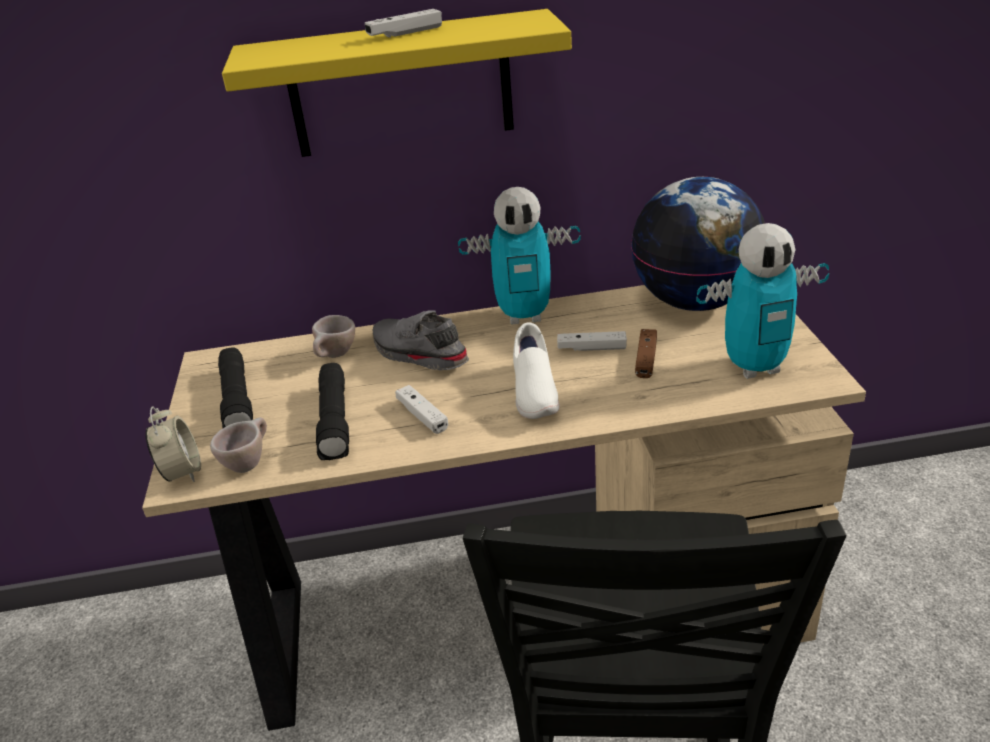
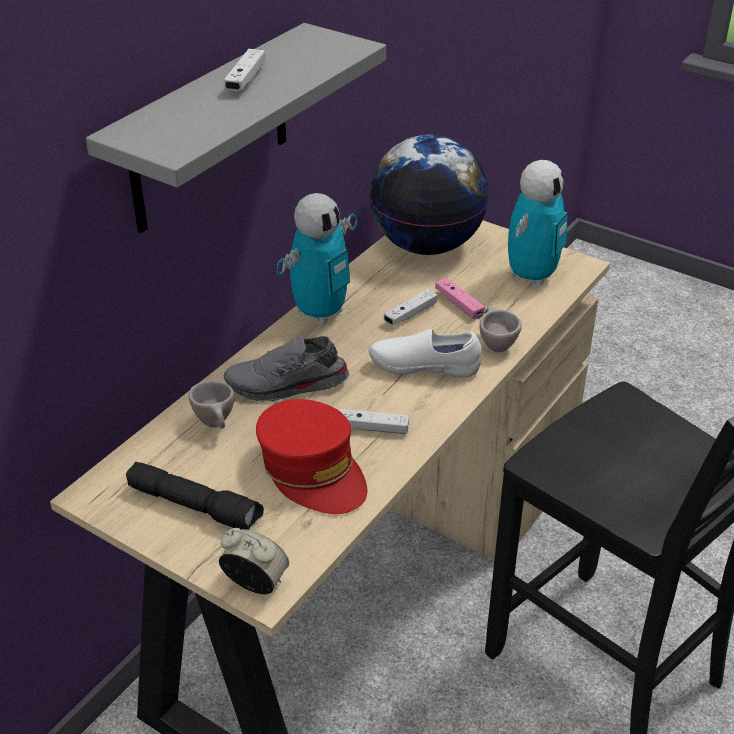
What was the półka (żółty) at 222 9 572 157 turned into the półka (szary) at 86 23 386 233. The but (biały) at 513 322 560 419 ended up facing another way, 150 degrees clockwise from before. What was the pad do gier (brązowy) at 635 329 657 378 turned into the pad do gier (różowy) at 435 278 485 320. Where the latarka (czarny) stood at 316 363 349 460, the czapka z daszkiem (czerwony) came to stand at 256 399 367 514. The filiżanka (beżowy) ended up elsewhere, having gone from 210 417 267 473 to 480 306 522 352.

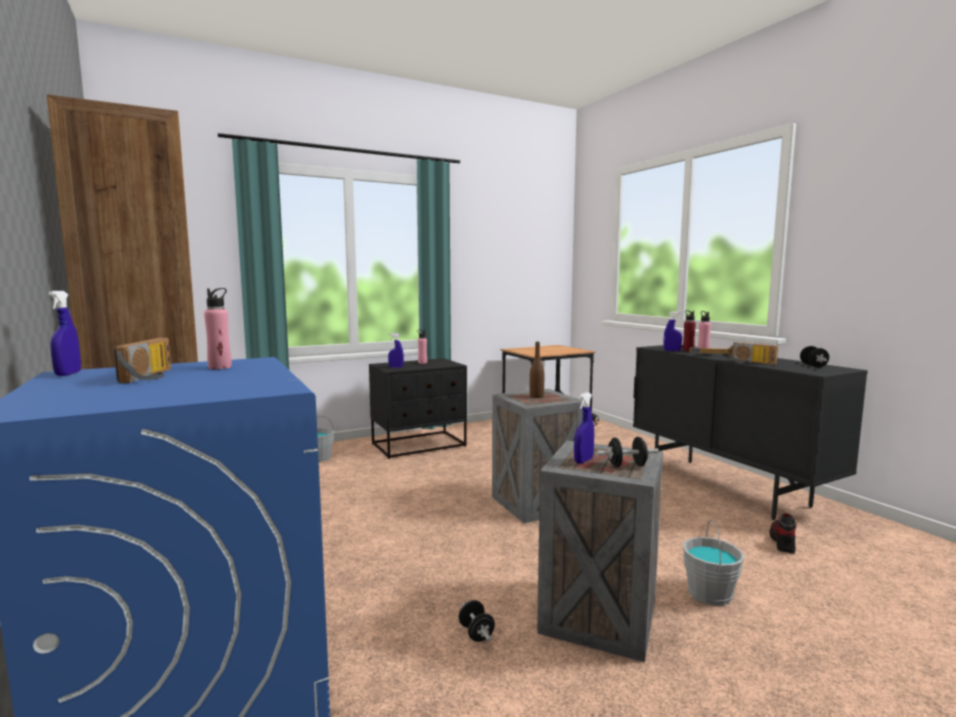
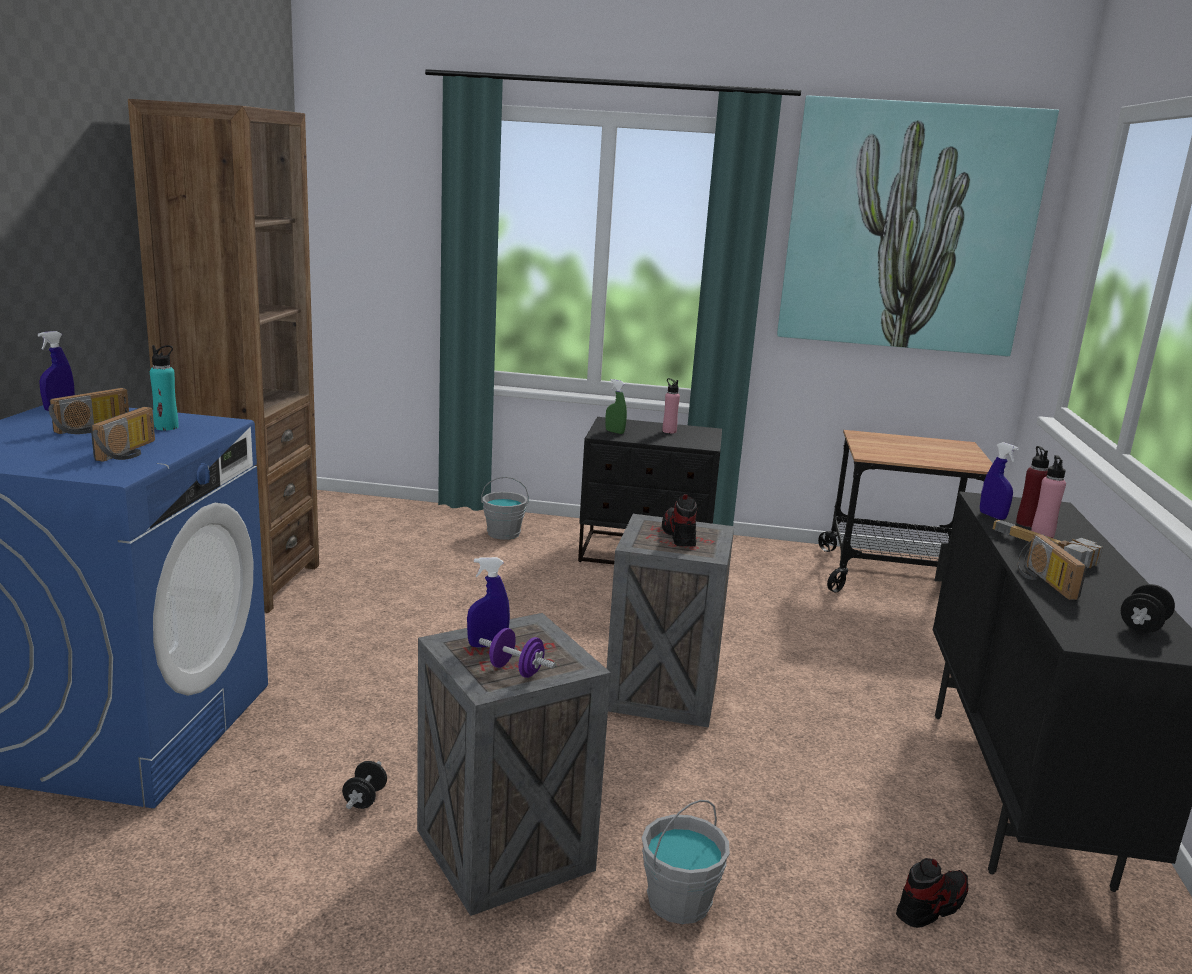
What was the butelka (różowy) at 204 288 232 369 turned into the butelka (turkusowy) at 150 345 178 430. What was the spryskiwacz (niebieski) at 388 333 404 368 turned into the spryskiwacz (zielony) at 606 379 627 434. Where the butelka (brązowy) stood at 530 342 544 398, the but came to stand at 662 494 698 547. What was the hantel (czarny) at 597 437 659 467 turned into the hantel (fioletowy) at 479 628 556 678. The second view gained the obraz at 777 96 1059 356. The second view gained the radio at 91 407 155 462.

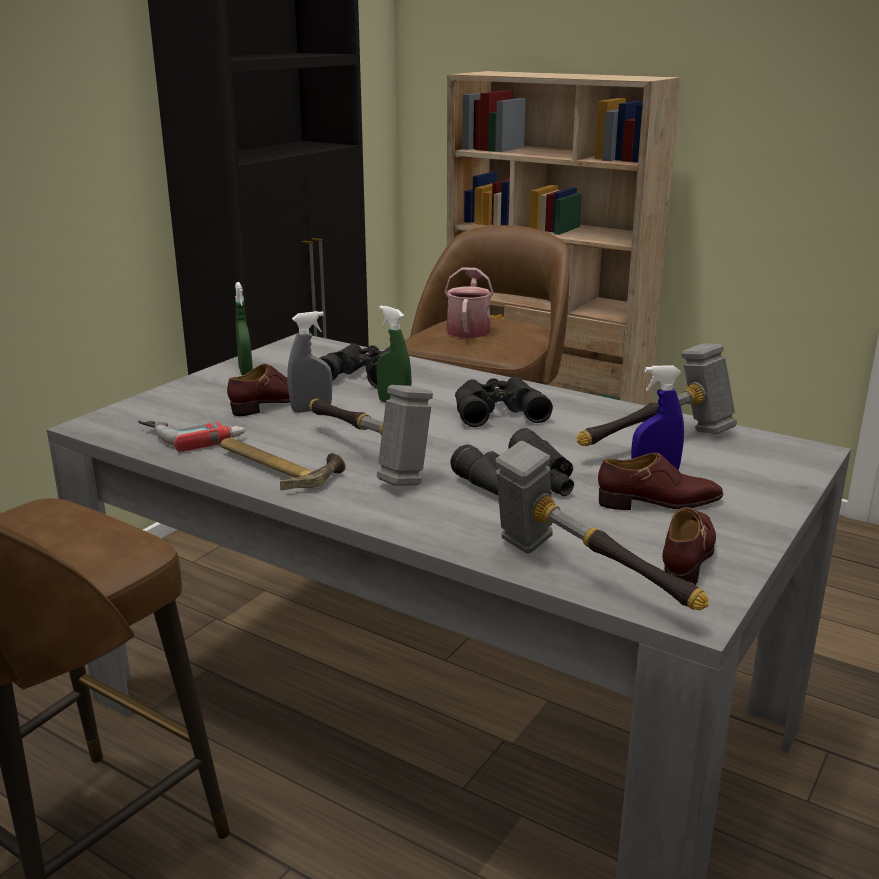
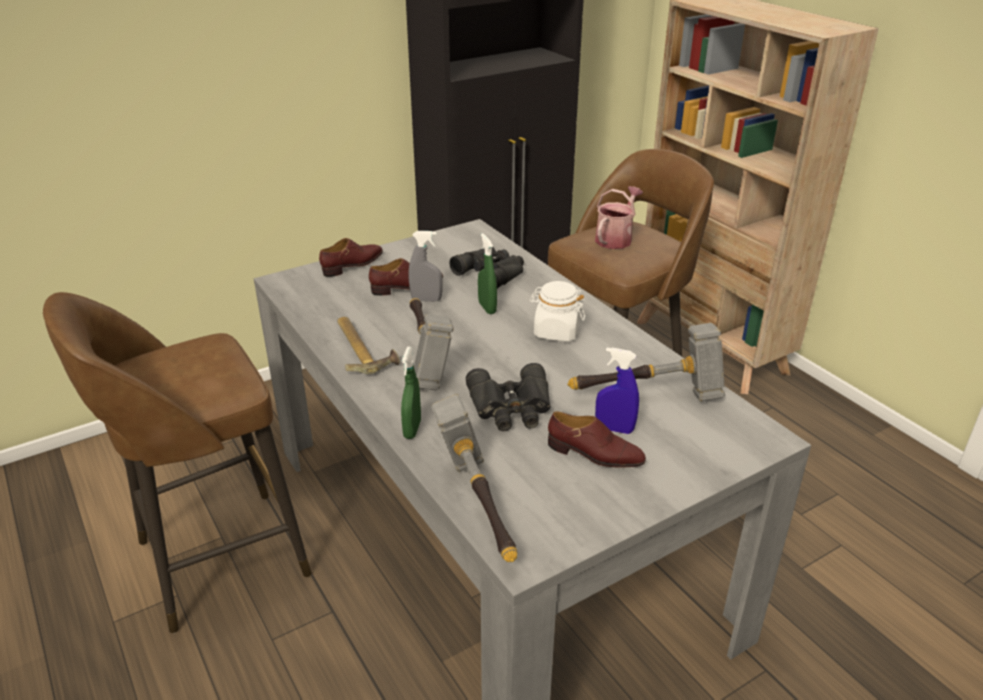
The spryskiwacz (zielony) ended up elsewhere, having gone from 235 282 253 375 to 401 347 421 439. Where the lornetka (czarny) stood at 455 377 553 427, the słoik (biały) came to stand at 530 281 585 342. The second view lost the wiertarka at 138 420 245 452. The but (brązowy) ended up elsewhere, having gone from 662 507 716 585 to 319 238 383 277.

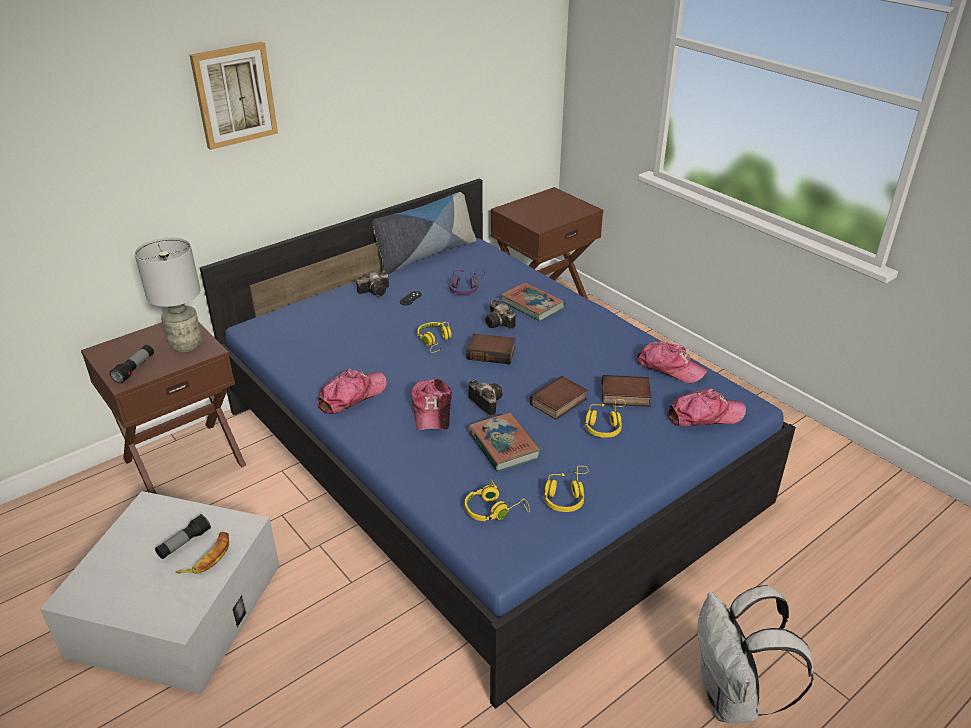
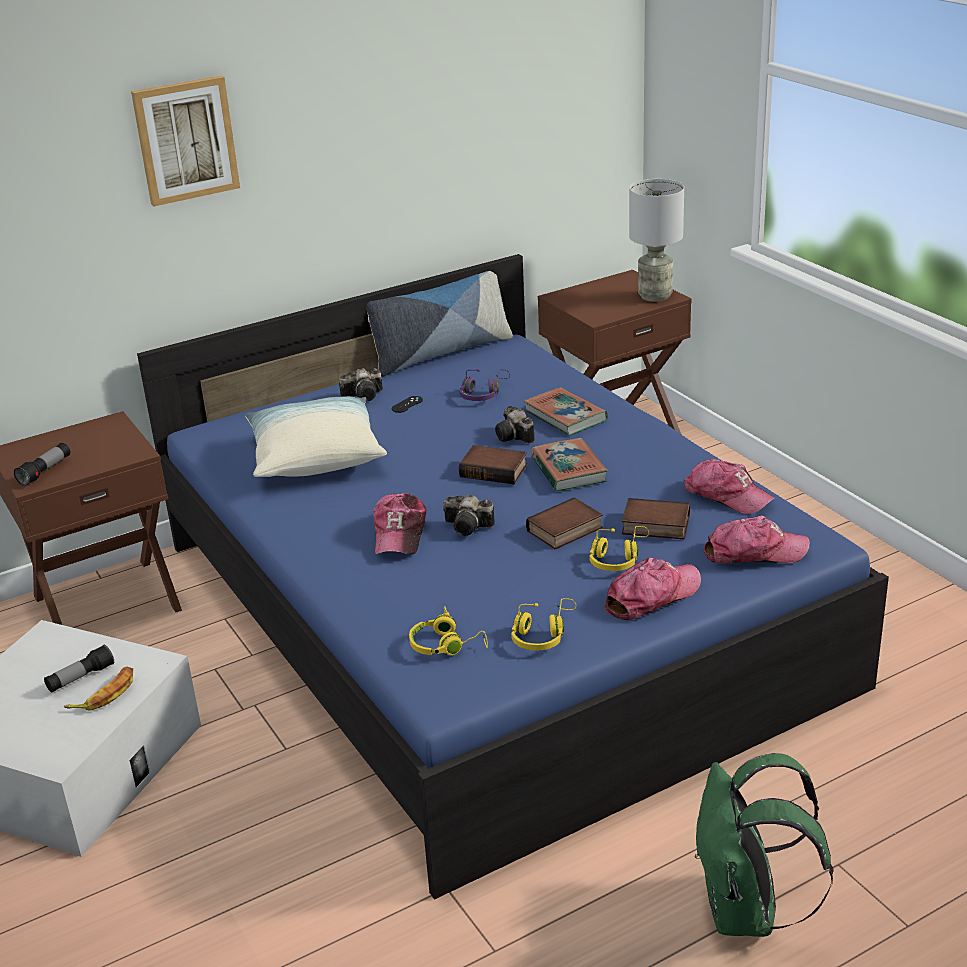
The lampa stołowa (szary) ended up elsewhere, having gone from 135 237 202 352 to 629 179 684 302. The second view lost the słuchawki (żółty) at 417 322 452 353. The czapka z daszkiem ended up elsewhere, having gone from 317 369 386 414 to 604 558 701 620. The aparat fotograficzny at 469 379 503 416 ended up facing another way, 135 degrees clockwise from before. The książka ended up elsewhere, having gone from 468 413 541 472 to 531 438 608 491. What was the plecak (biały) at 697 586 814 723 turned into the plecak (zielony) at 695 753 834 937. The second view gained the poduszka at 245 396 387 477.

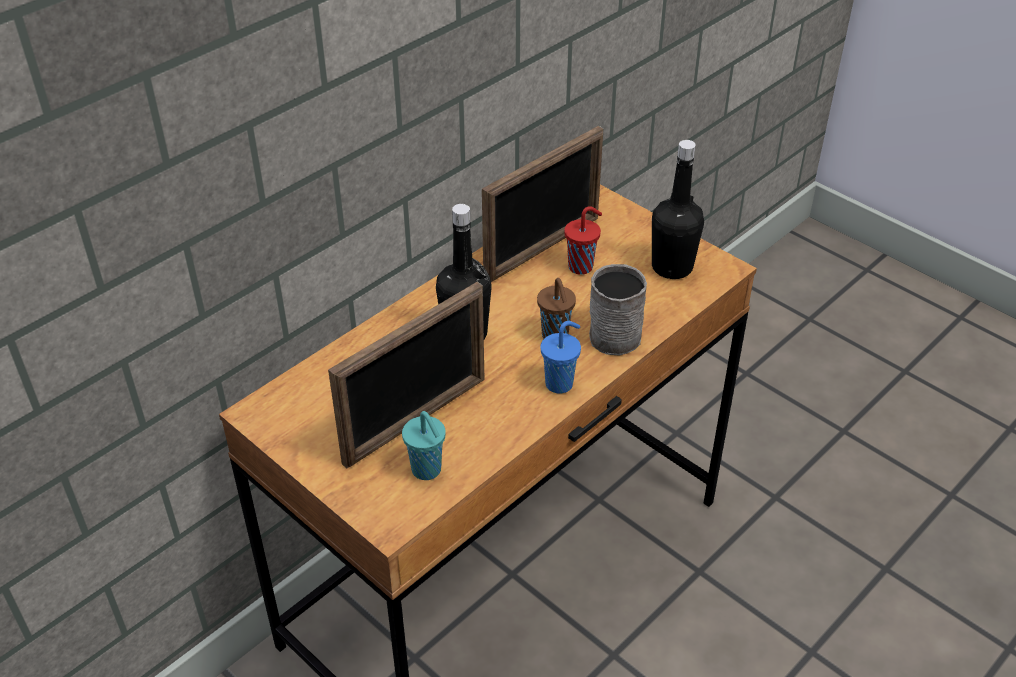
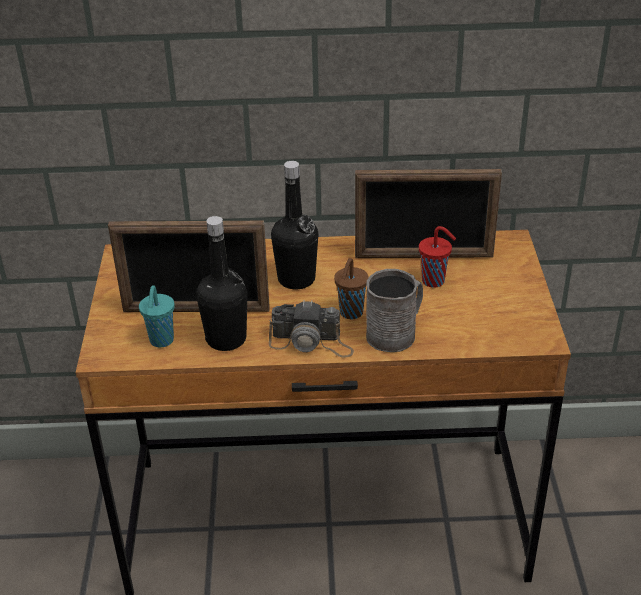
The butelka (czarny) ended up elsewhere, having gone from 652 140 704 279 to 196 216 247 351. Where the filiżanka (niebieski) stood at 541 321 581 394, the aparat fotograficzny came to stand at 269 300 354 358.

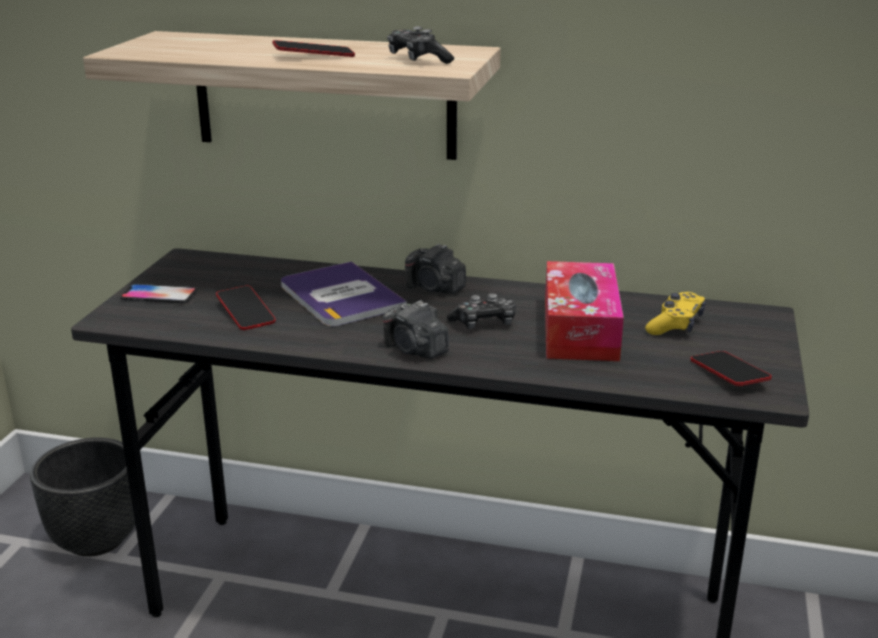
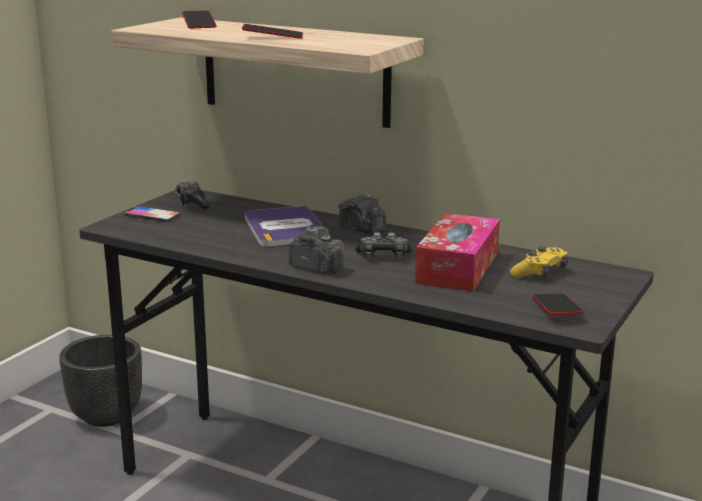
The pad do gier ended up elsewhere, having gone from 387 26 454 64 to 175 181 210 209. The telefon ended up elsewhere, having gone from 216 285 276 330 to 182 10 216 28. The aparat fotograficzny at 382 300 449 359 ended up facing another way, 150 degrees clockwise from before.

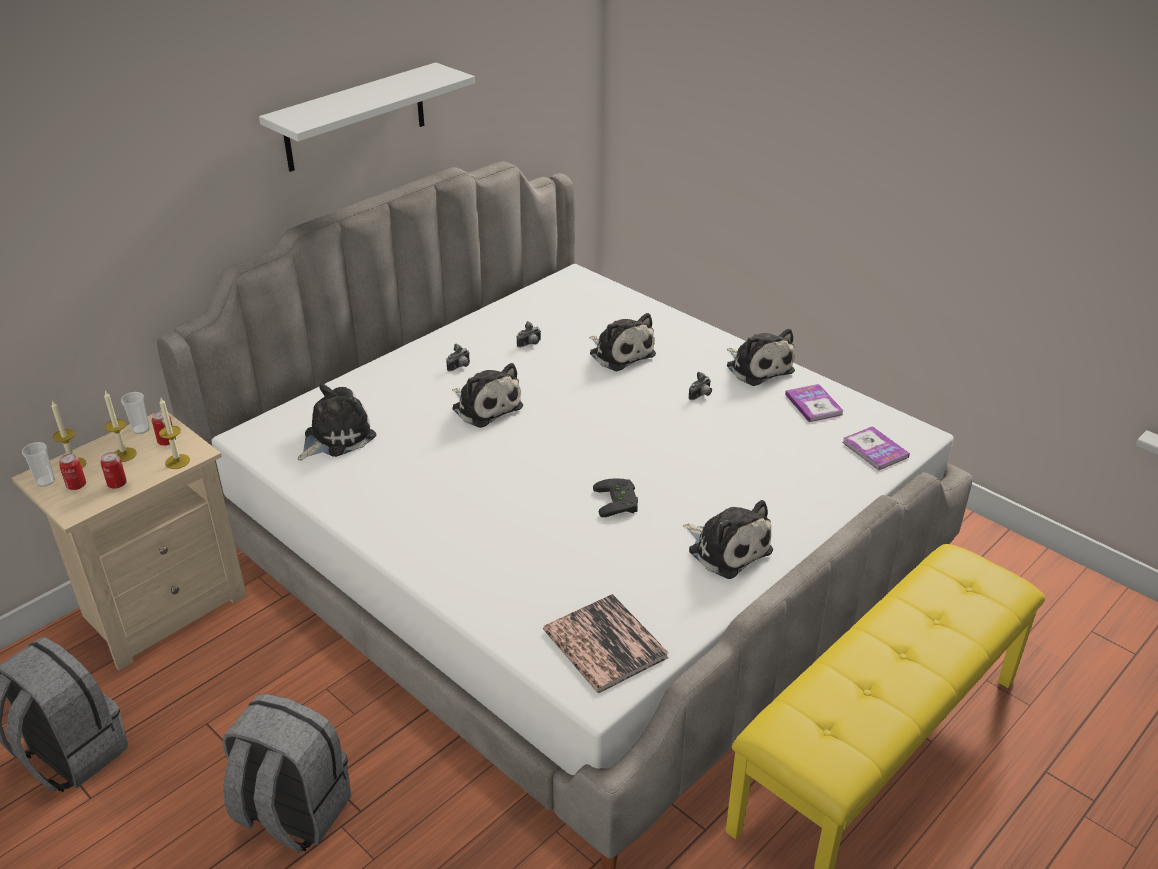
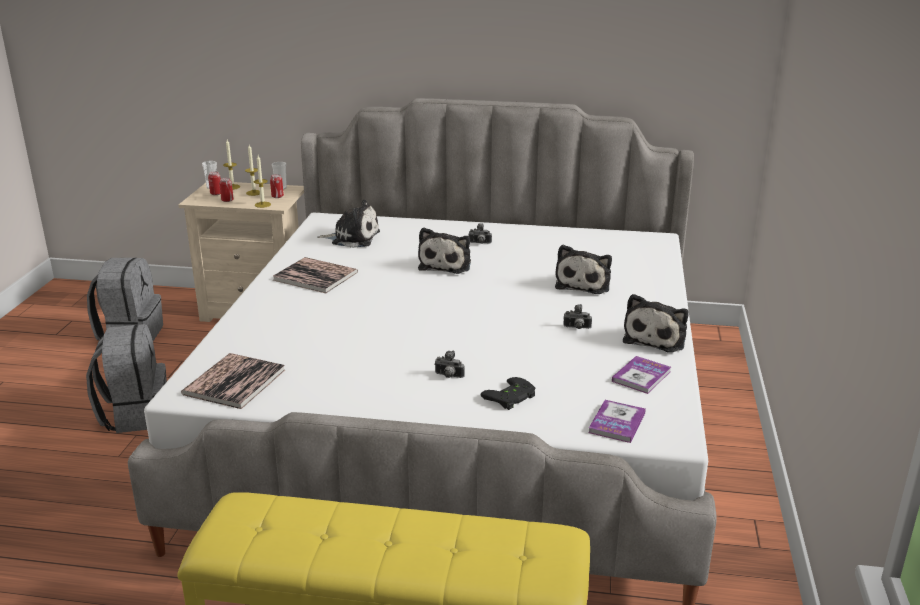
The second view lost the półka (biały) at 259 62 475 172. The aparat fotograficzny ended up elsewhere, having gone from 517 321 541 347 to 434 351 464 378. The pad do gier (czarny) ended up elsewhere, having gone from 593 478 638 517 to 481 377 535 410. The second view lost the pluszak at 683 500 773 579. The second view gained the książka at 273 257 358 293.

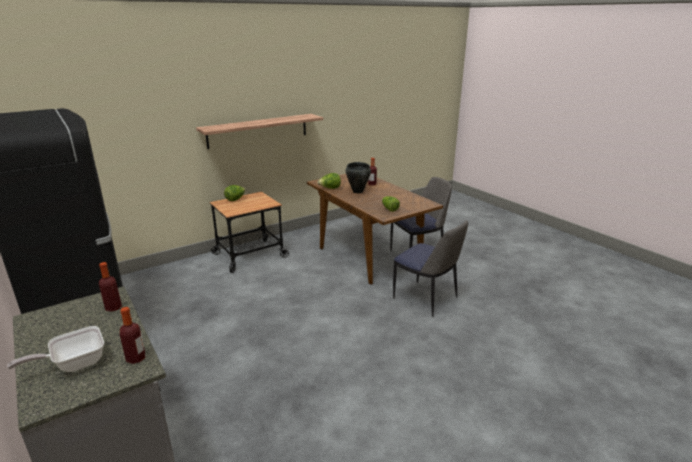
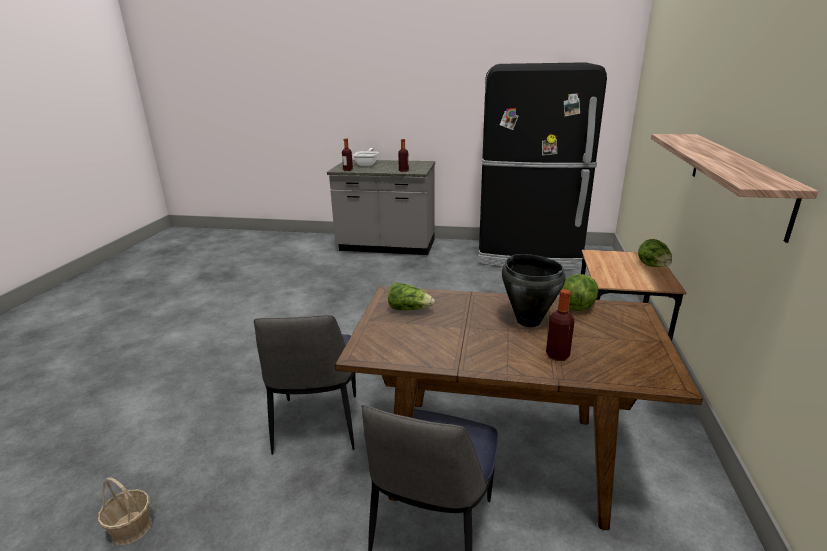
The krzesło at 393 220 468 317 ended up facing another way, 90 degrees counterclockwise from before. The second view gained the koszyk at 98 477 152 545.

